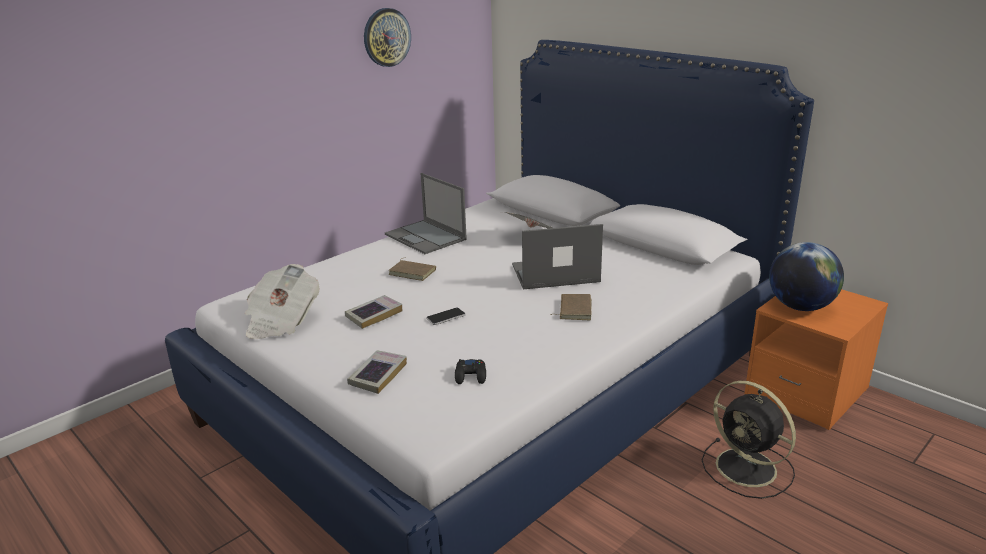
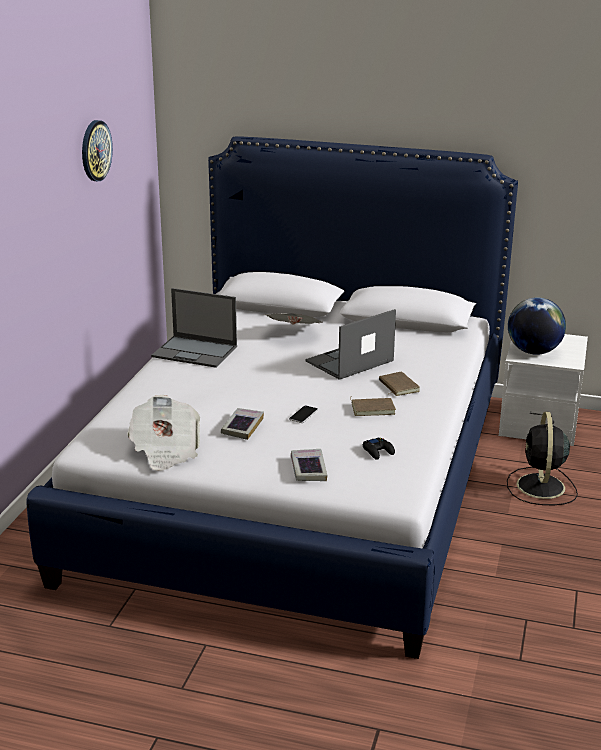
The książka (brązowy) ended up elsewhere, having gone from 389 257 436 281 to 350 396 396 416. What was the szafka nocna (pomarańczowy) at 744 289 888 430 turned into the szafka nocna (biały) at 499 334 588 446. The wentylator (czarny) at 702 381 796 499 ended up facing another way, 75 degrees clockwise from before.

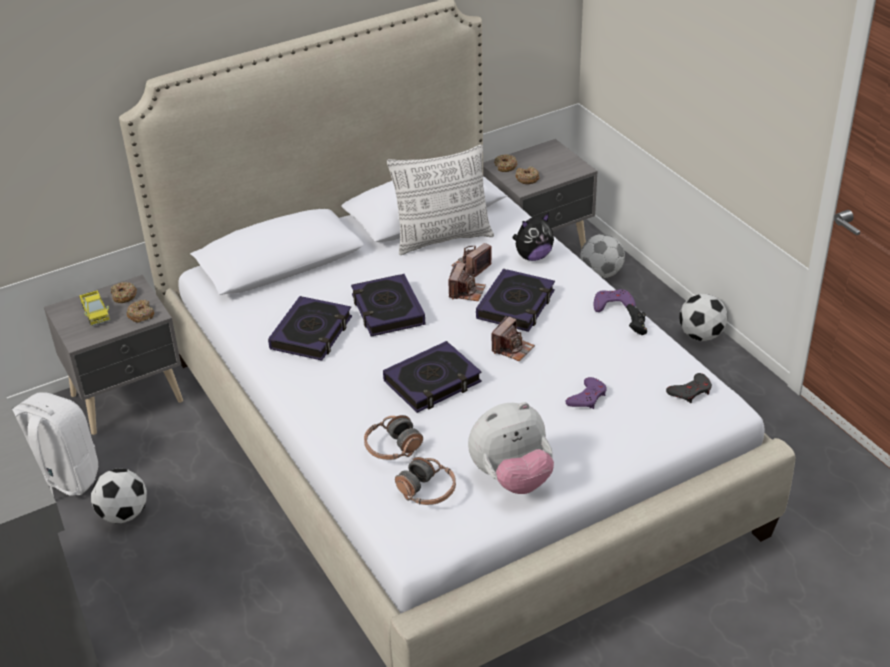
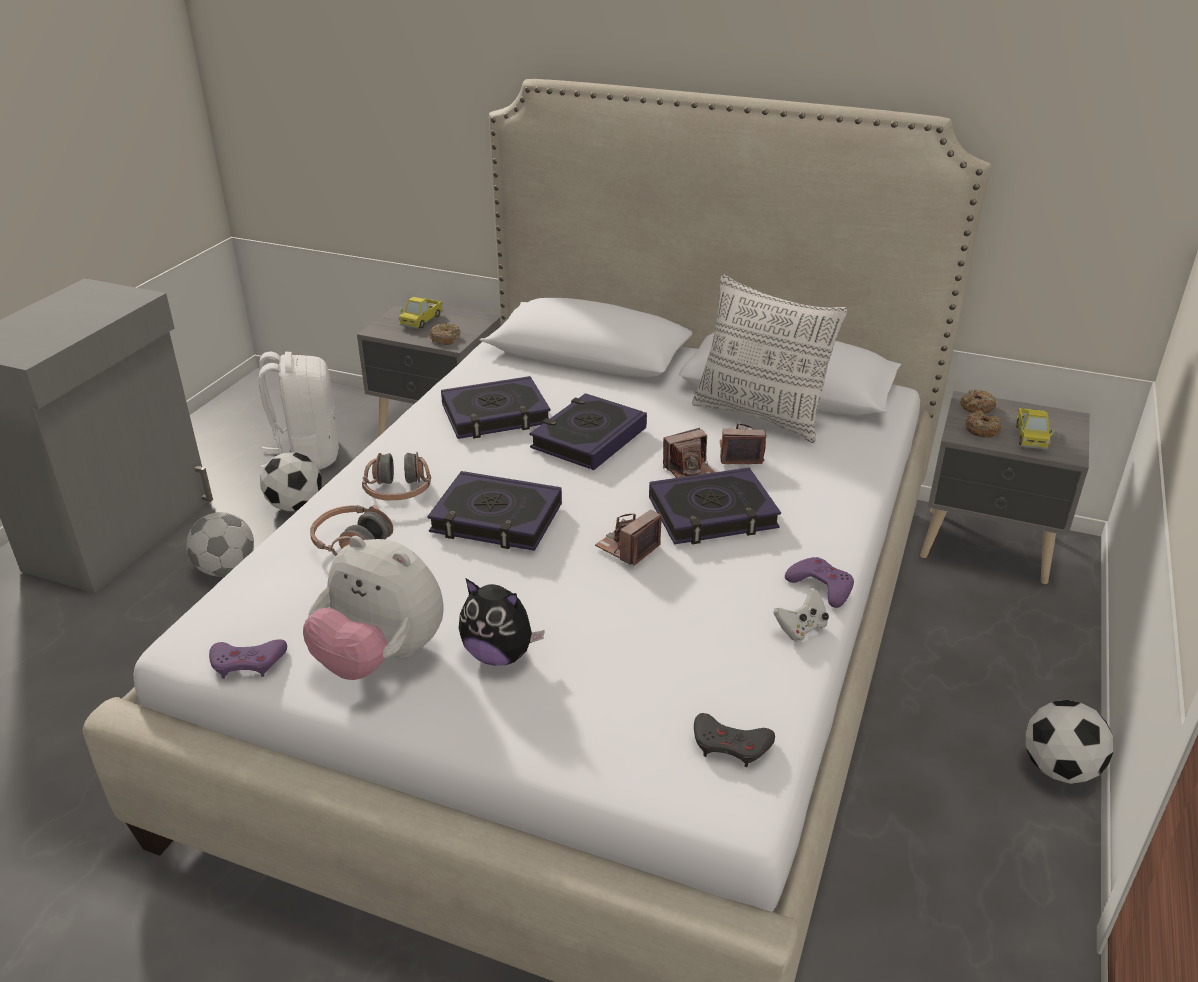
The pluszak ended up elsewhere, having gone from 512 213 554 261 to 459 579 545 666. The piłka futbolowa ended up elsewhere, having gone from 580 234 625 278 to 186 512 254 577. The second view lost the donut at 111 282 137 303. What was the pad do gier (czarny) at 626 304 647 335 turned into the pad do gier (biały) at 773 588 829 642. The aparat fotograficzny at 491 316 535 362 ended up facing another way, 135 degrees clockwise from before. The pad do gier (fioletowy) ended up elsewhere, having gone from 565 377 607 409 to 209 639 287 679. The słuchawki ended up elsewhere, having gone from 395 457 456 505 to 362 452 431 500. The second view gained the ciężarówka zabawkowa at 1016 408 1054 450.

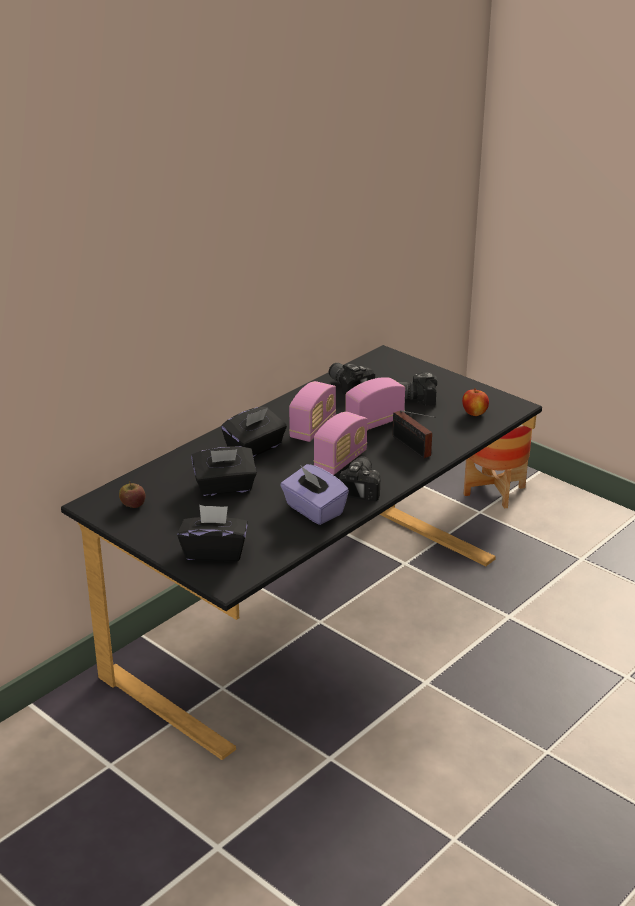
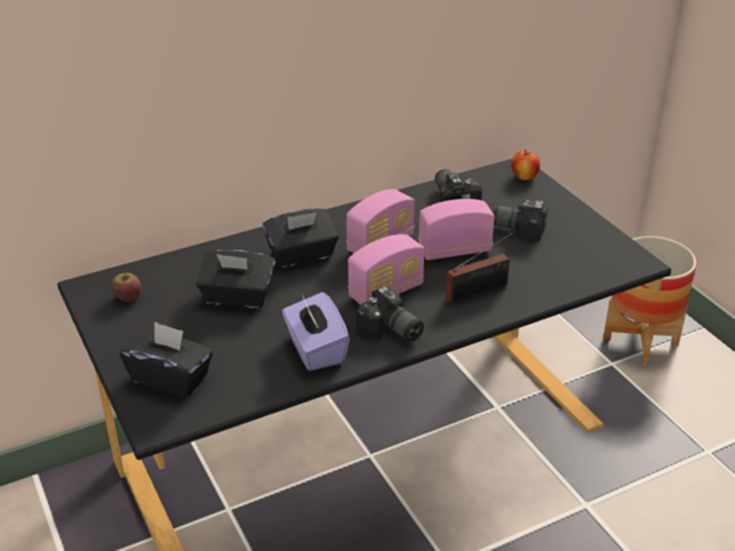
The jabłko ended up elsewhere, having gone from 462 388 489 416 to 511 149 540 180. The radio at 392 410 436 458 ended up facing another way, 105 degrees counterclockwise from before. The aparat fotograficzny at 338 456 380 501 ended up facing another way, 105 degrees clockwise from before.

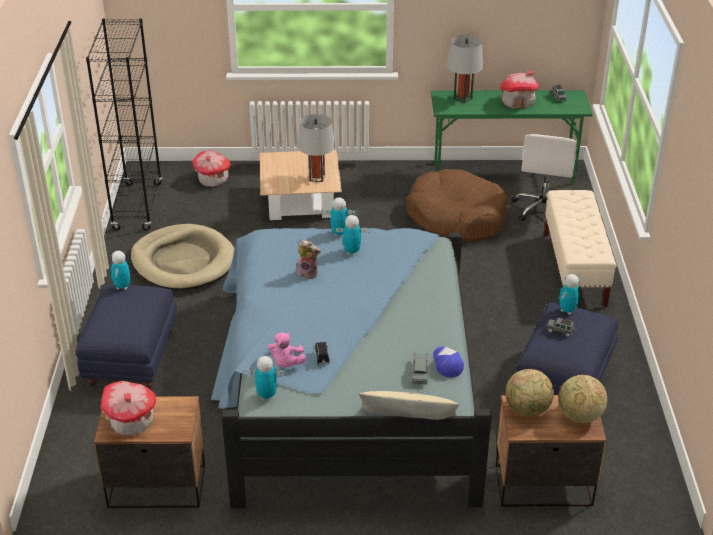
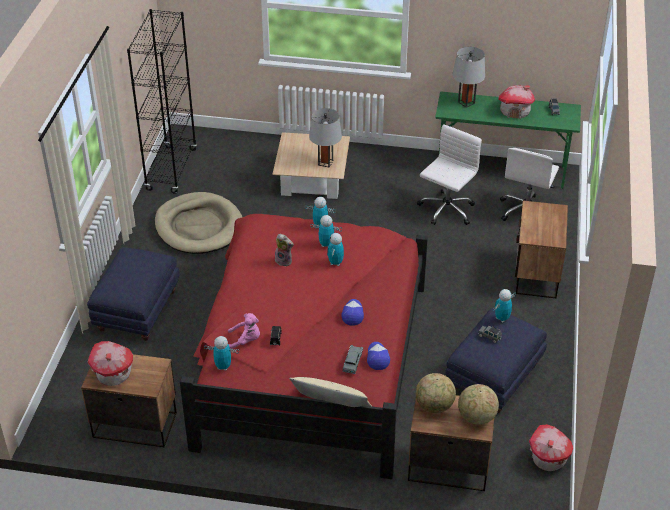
The domek ended up elsewhere, having gone from 192 150 230 187 to 529 424 573 471. Where the legowisko (brązowy) stood at 406 169 508 242, the krzesło biurowe (biały) came to stand at 417 124 482 225. Where the ławka (beżowy) stood at 544 190 617 308, the szafka nocna came to stand at 515 201 568 298. What was the łóżko (niebieski) at 211 228 492 508 turned into the łóżko (czerwony) at 180 214 428 479. The robot zabawkowy ended up elsewhere, having gone from 110 251 130 290 to 327 233 344 266. The pluszak (różowy) at 267 332 306 368 ended up facing another way, 105 degrees counterclockwise from before. The second view gained the czapka z daszkiem at 341 299 364 326.

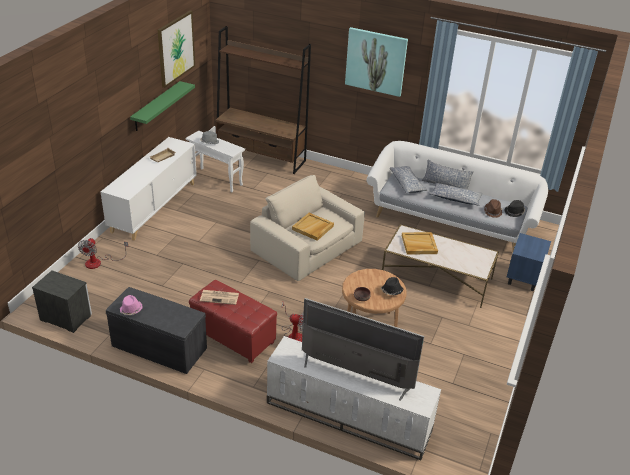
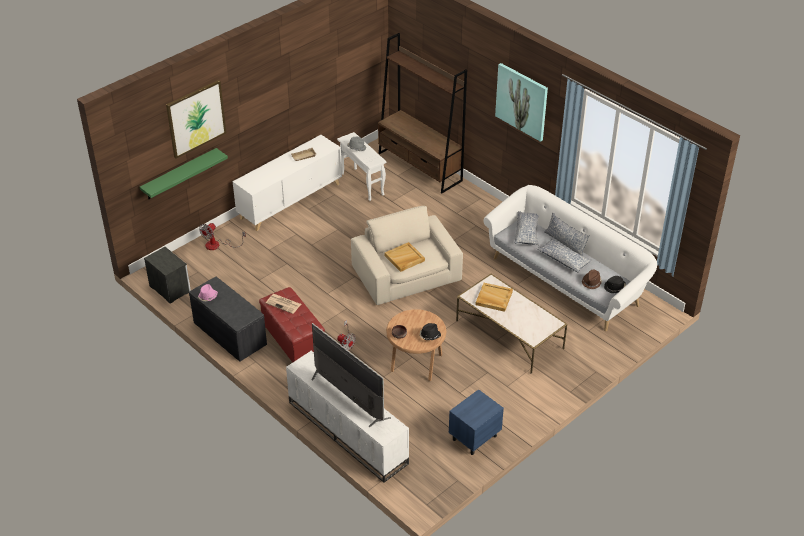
The obraz ended up elsewhere, having gone from 158 11 195 88 to 166 80 226 158. The półka (zielony) ended up elsewhere, having gone from 130 81 195 131 to 140 148 228 199. The szafka nocna (niebieski) ended up elsewhere, having gone from 507 233 551 291 to 449 389 504 455.

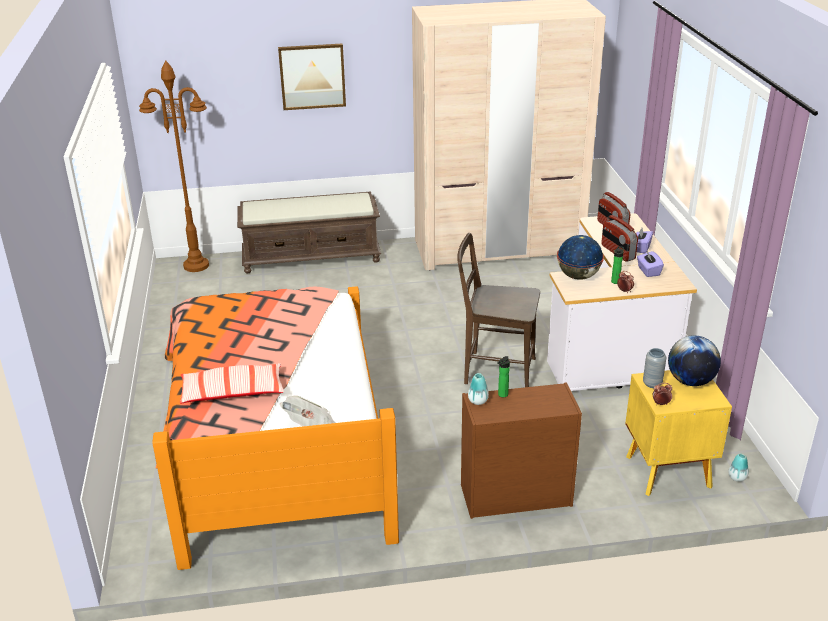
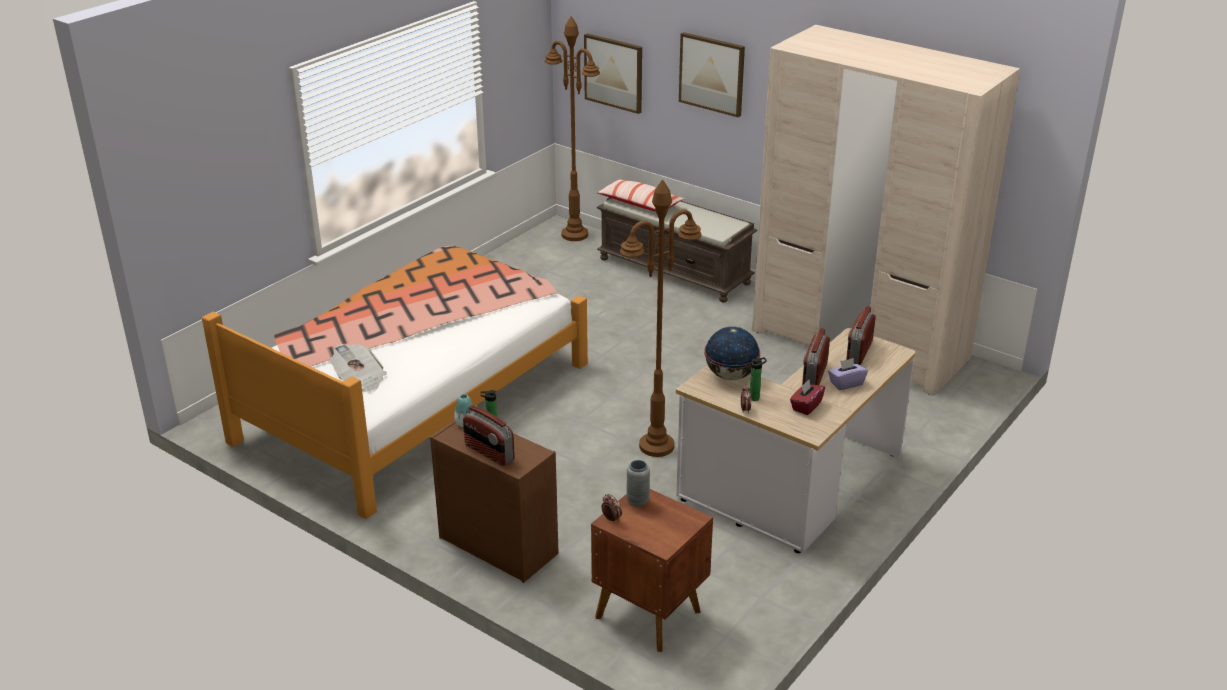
Where the krzesło (brązowy) stood at 457 233 540 387, the lampa stojąca (brązowy) came to stand at 620 179 702 457. What was the pudełko chusteczek (fioletowy) at 637 251 664 277 turned into the pudełko chusteczek (czerwony) at 790 380 825 415. The second view lost the globus at 668 335 721 386. The poduszka ended up elsewhere, having gone from 180 363 284 403 to 597 179 684 212. What was the szafka nocna (żółty) at 625 370 732 496 turned into the szafka nocna (brązowy) at 591 489 713 652. The second view lost the wazon at 728 454 749 482. The second view gained the obraz at 584 33 642 114. The second view gained the radio at 463 405 515 466.

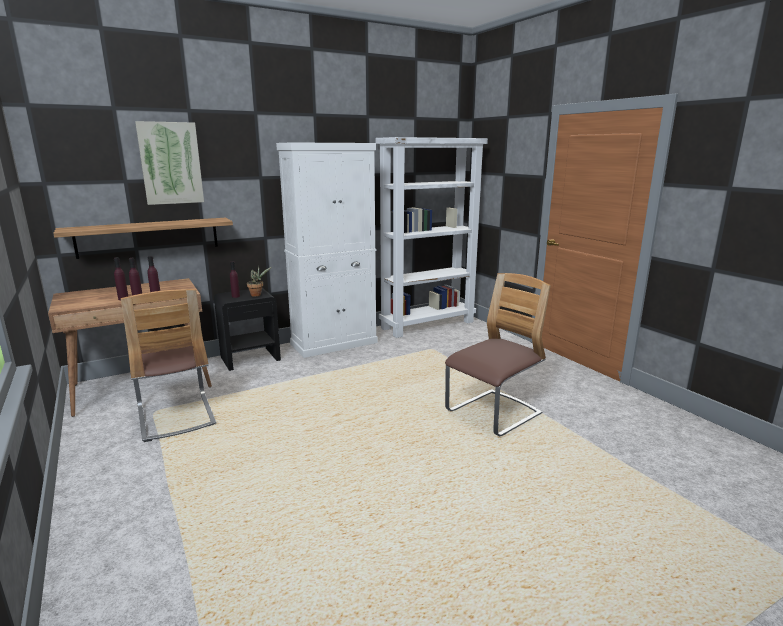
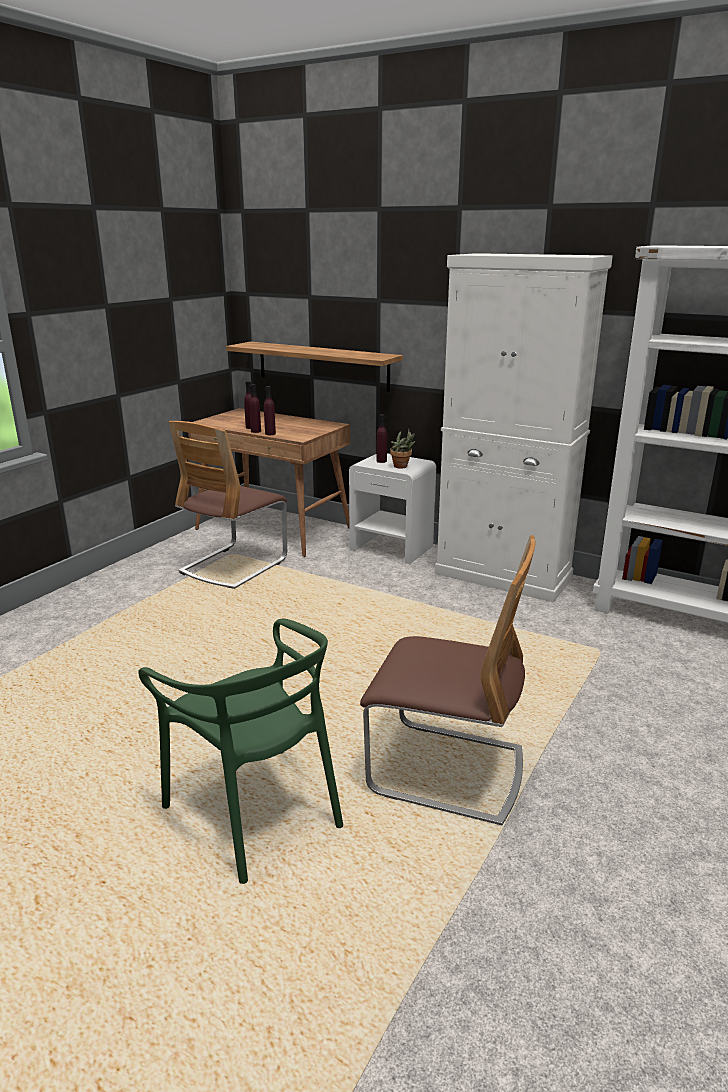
The second view lost the obraz at 135 121 204 205. What was the szafka nocna (czarny) at 214 288 281 371 turned into the szafka nocna (biały) at 349 453 436 564. The second view gained the krzesło (zielony) at 138 618 343 884.

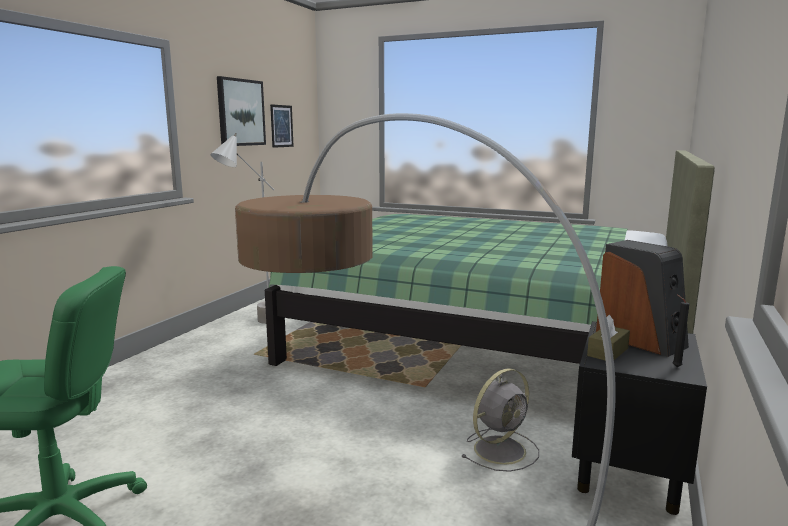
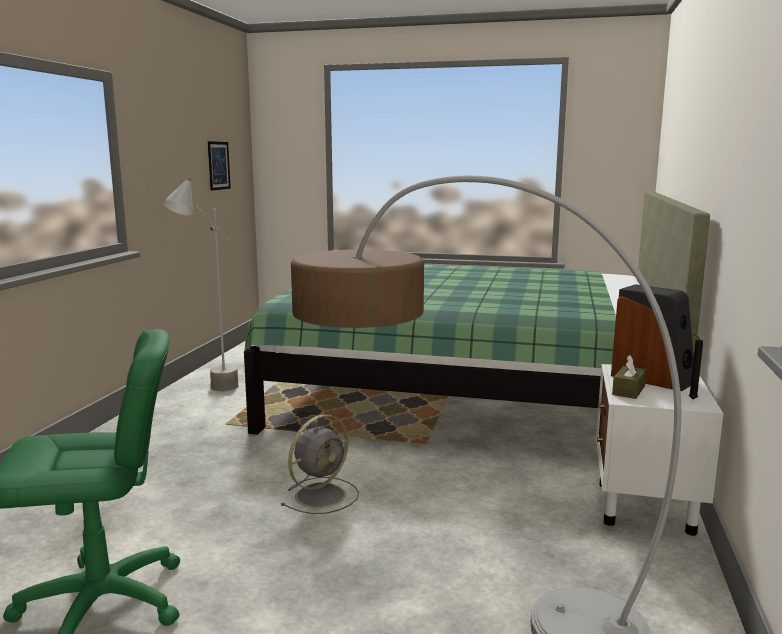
The second view lost the obraz at 217 76 266 146. What was the szafka nocna (czarny) at 572 321 707 515 turned into the szafka nocna (biały) at 596 364 723 536. The wentylator (szary) ended up elsewhere, having gone from 461 368 539 472 to 280 414 359 514.

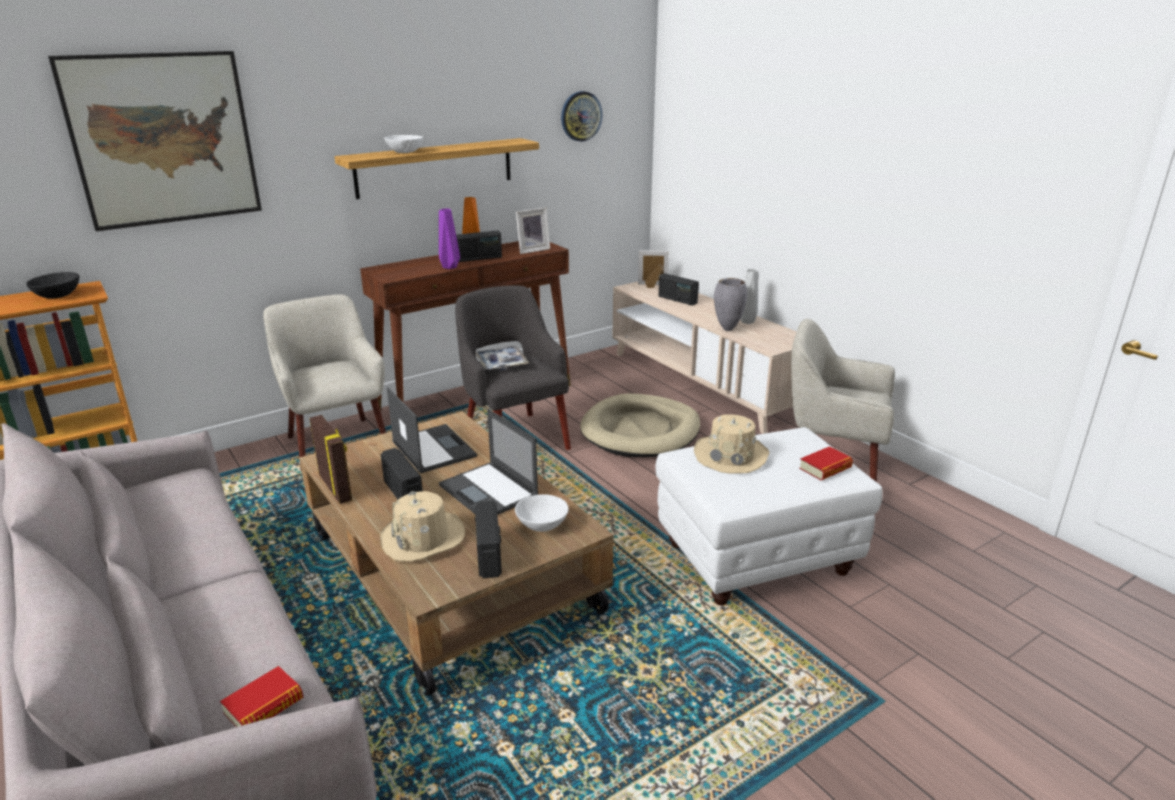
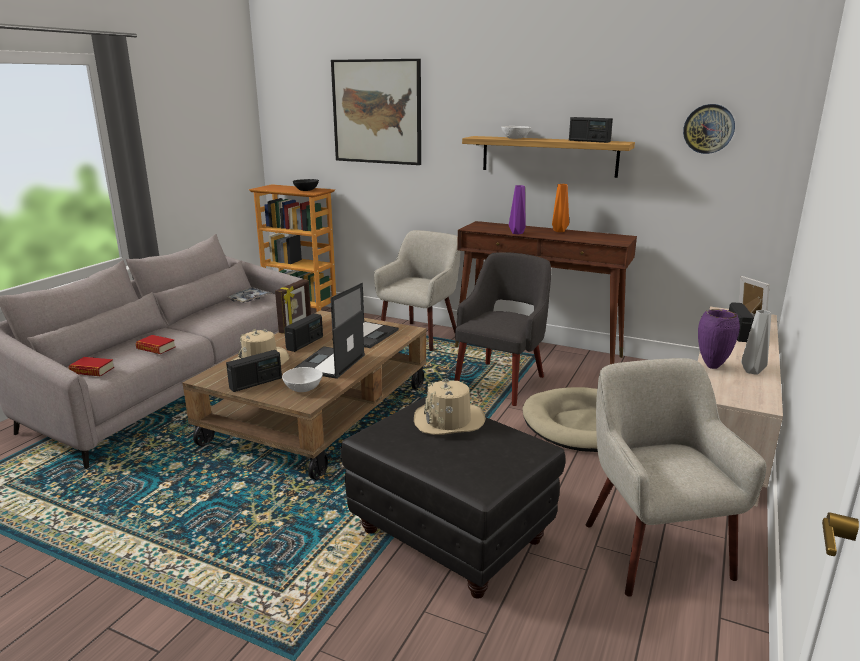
The second view lost the ramka na zdjęcie at 516 207 550 254. The radio ended up elsewhere, having gone from 456 230 502 262 to 569 117 613 143. What was the wazon (szary) at 714 278 747 331 turned into the wazon (fioletowy) at 698 309 740 369. The taca ended up elsewhere, having gone from 475 346 529 371 to 228 287 272 303. What was the pufa (biały) at 655 427 883 605 turned into the pufa (czarny) at 341 396 565 599. The książka ended up elsewhere, having gone from 799 446 853 480 to 136 335 175 354.

